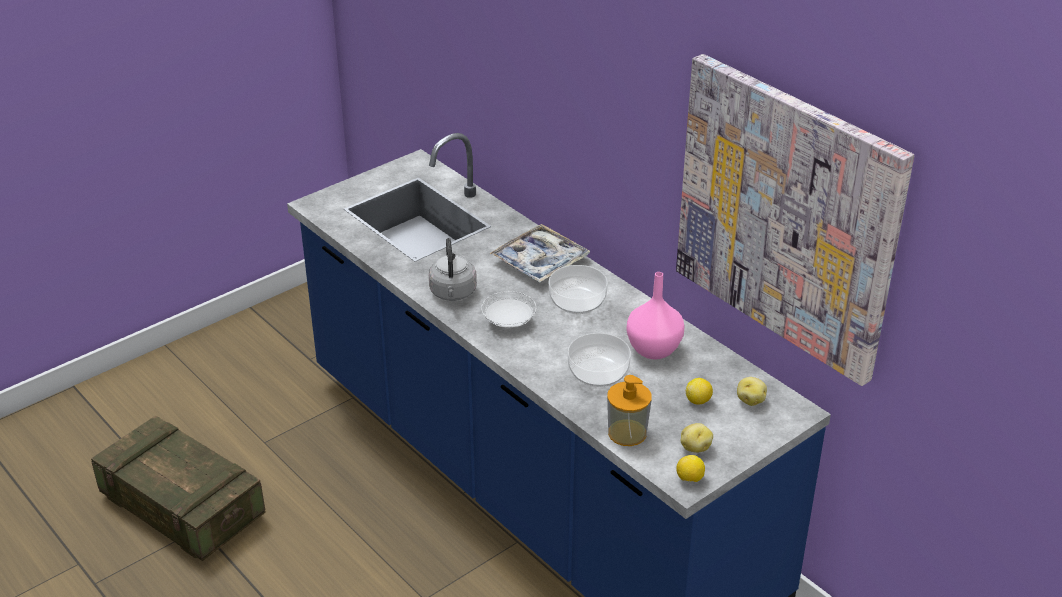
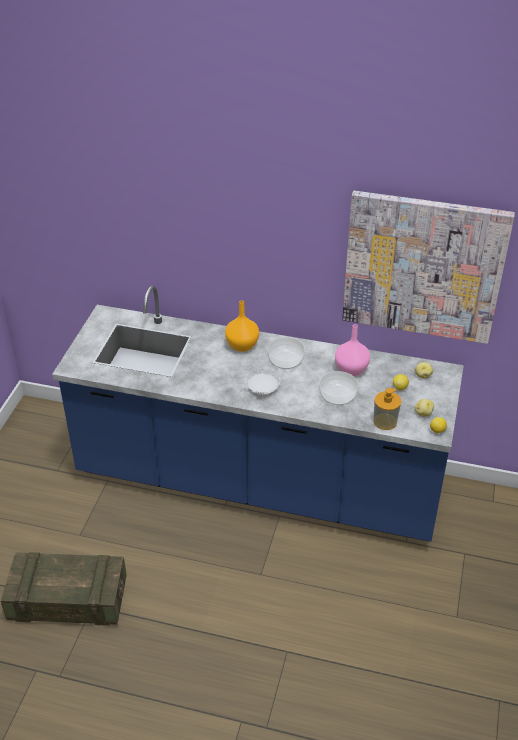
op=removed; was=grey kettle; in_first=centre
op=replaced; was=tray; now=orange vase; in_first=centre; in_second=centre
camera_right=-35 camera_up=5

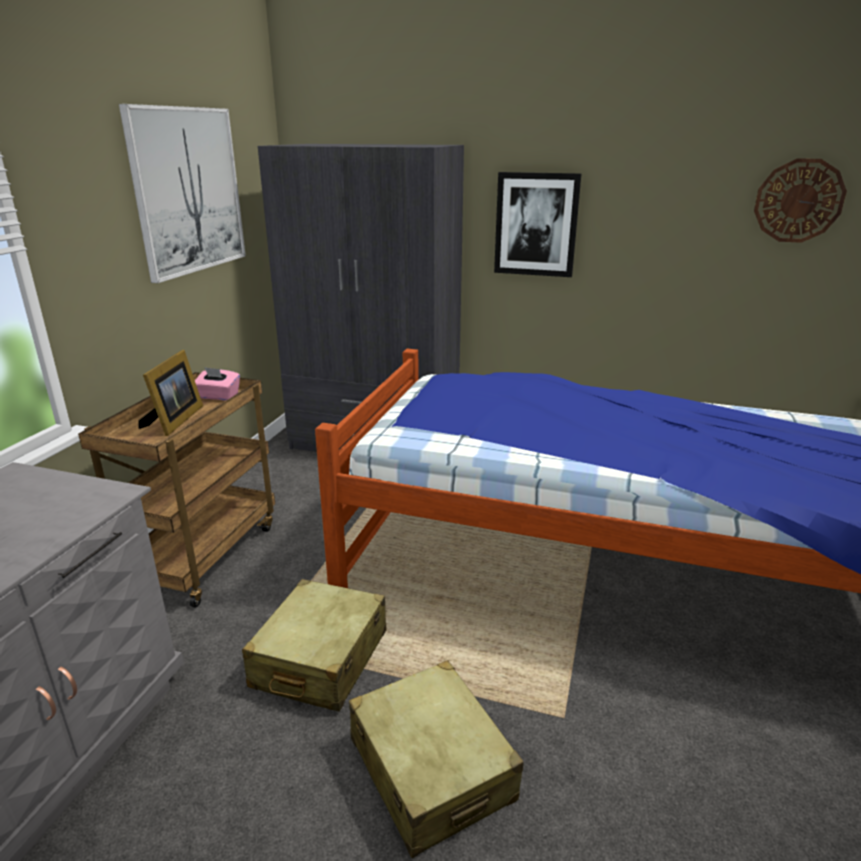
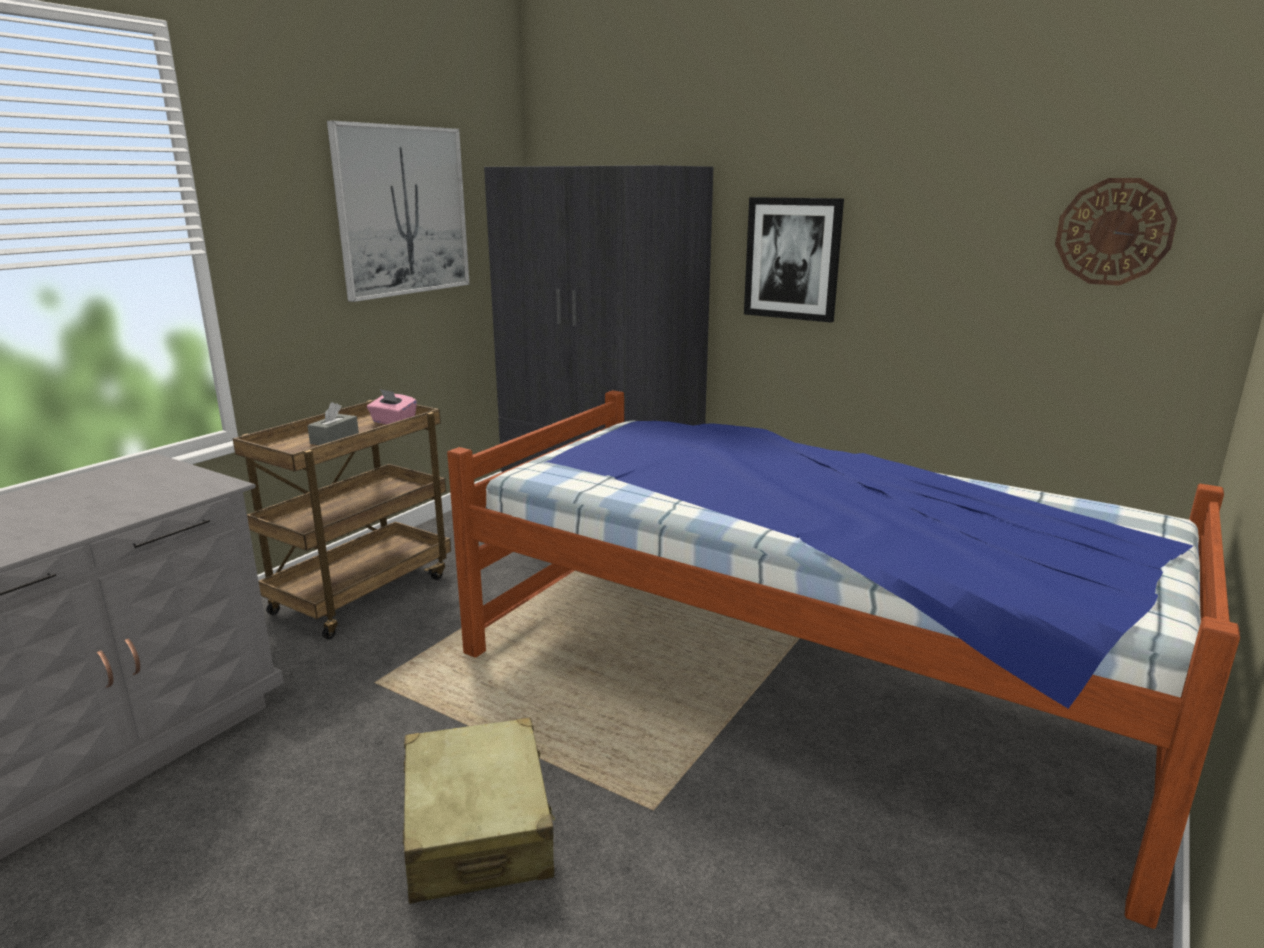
op=replaced; was=picture frame; now=grey tissue box; in_first=middle left; in_second=middle left
op=removed; was=beige suitcase (1st from left); in_first=bottom centre
camera_right=15 camera_up=-5

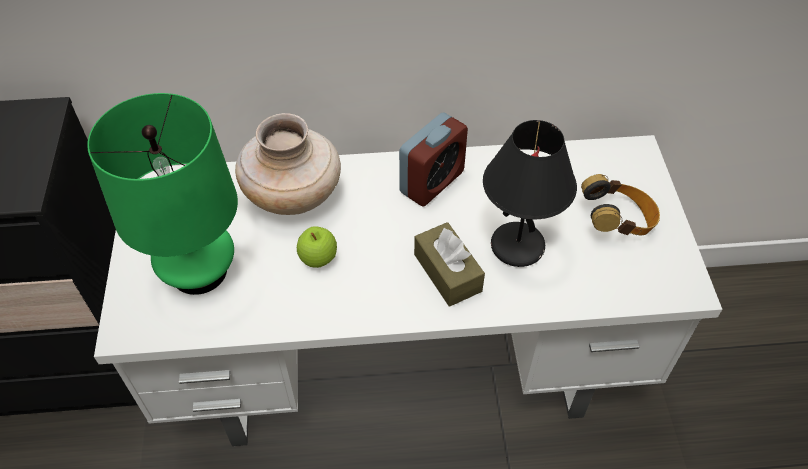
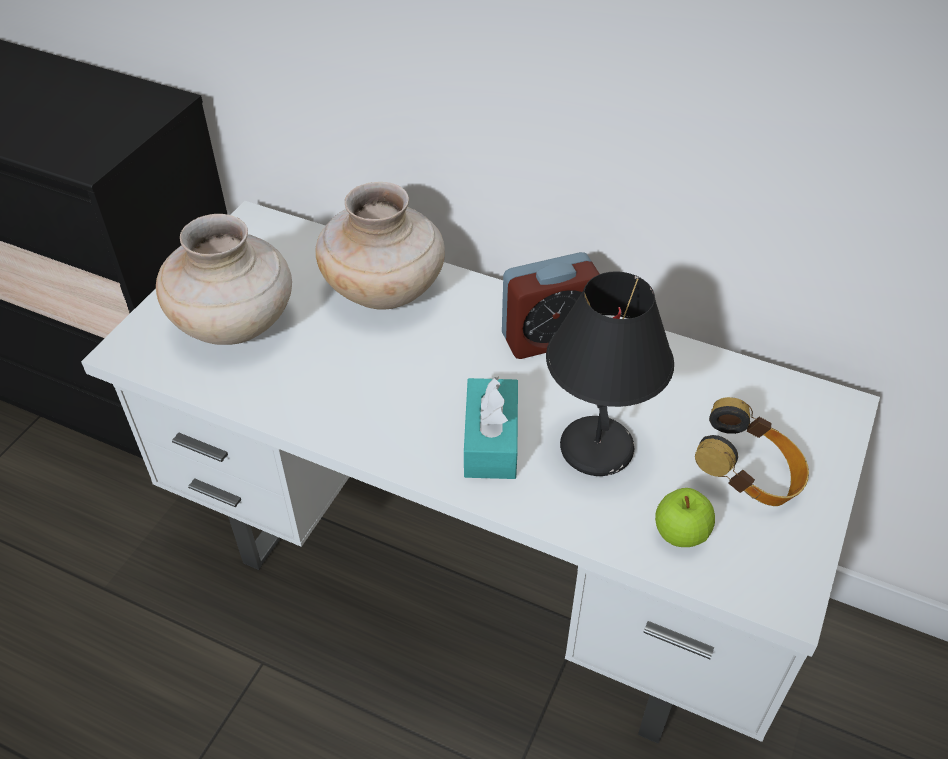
op=replaced; was=green table lamp; now=beige vase (1st from left); in_first=middle left; in_second=middle left
op=moved; was=apple; in_first=centre; in_second=bottom right
op=recoloured; was=brown tissue box; now=turquoise tissue box; in_first=centre; in_second=centre
camera_right=30 camera_up=-5

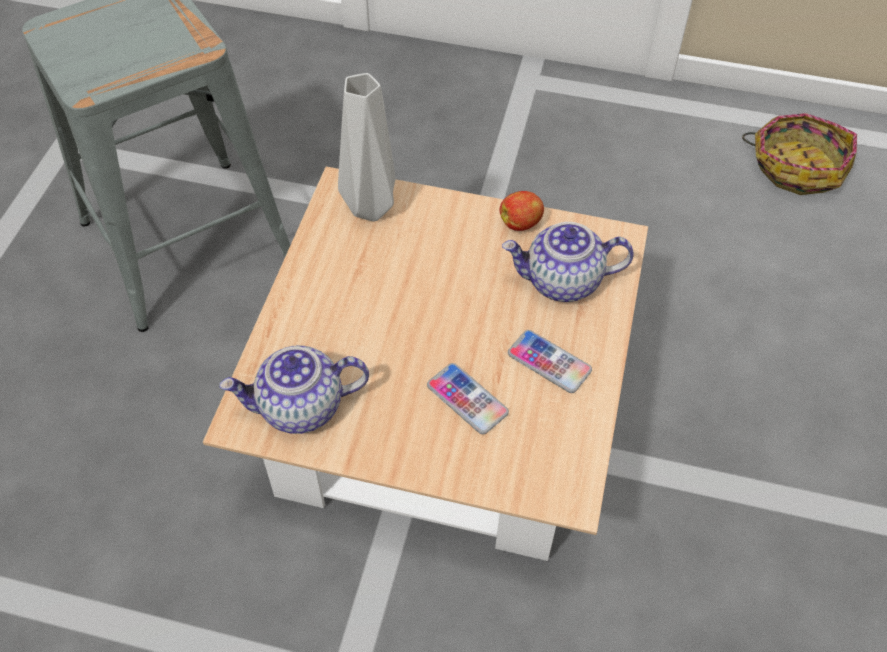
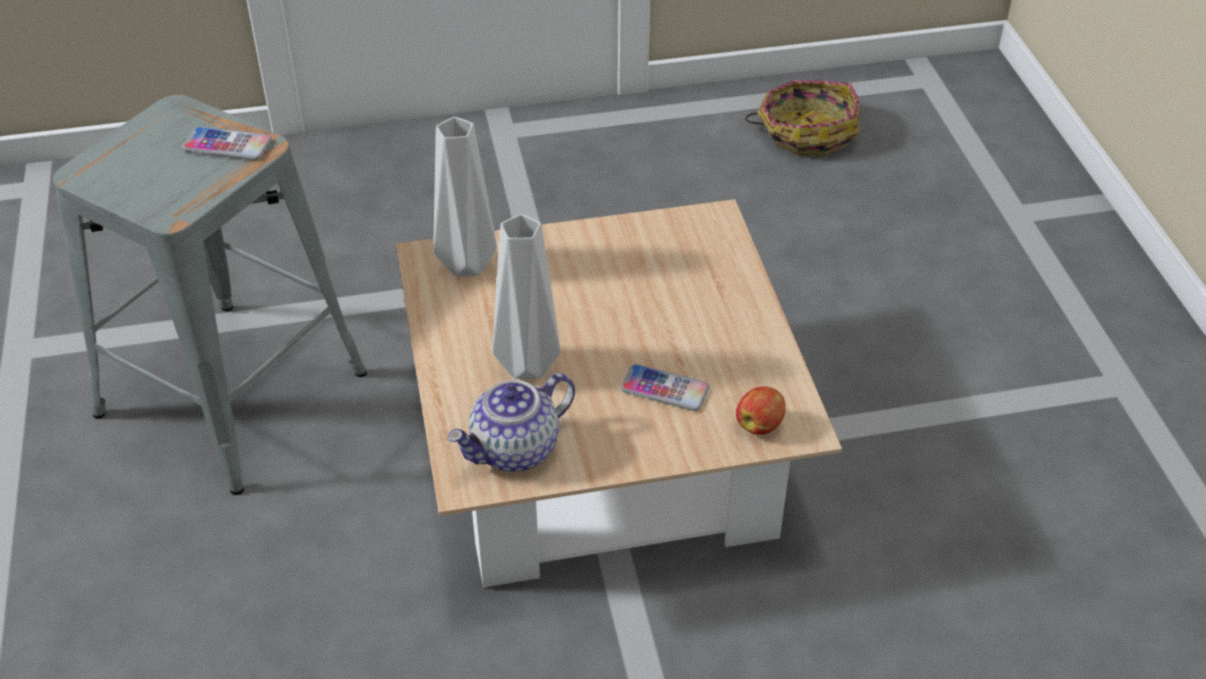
op=moved; was=apple; in_first=top centre; in_second=centre
op=removed; was=teapot (2nd from left); in_first=centre
op=moved; was=phone (2nd from left in the first image); now=phone (1st from left); in_first=centre; in_second=top left
op=added; now=grey vase (2nd from left); in_second=centre
camera_right=-25 camera_up=-10

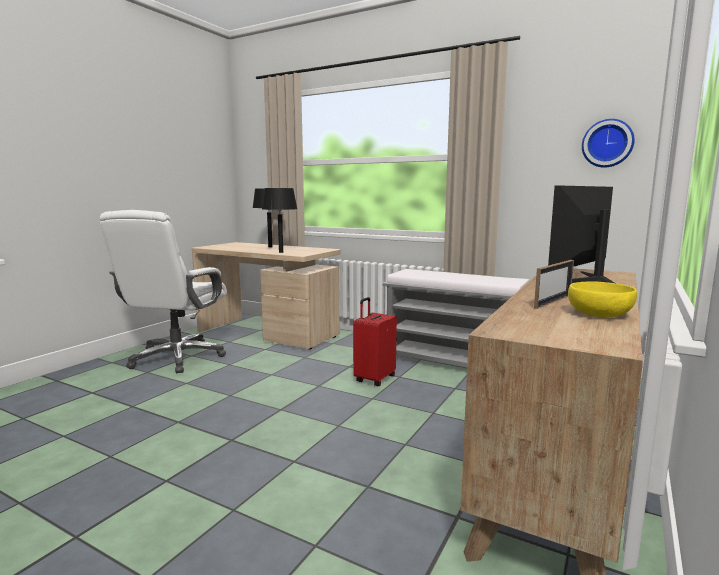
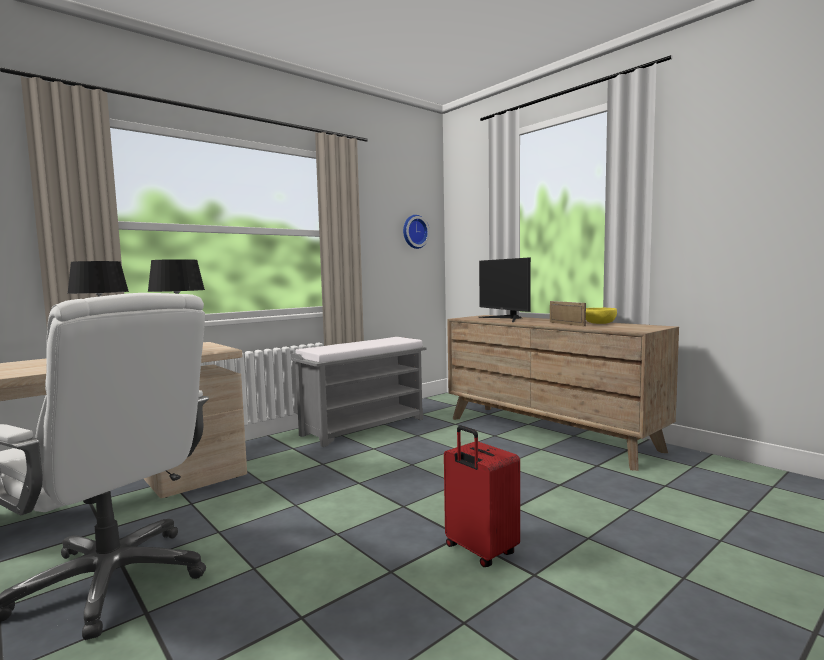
op=moved; was=red suitcase; in_first=centre; in_second=bottom centre
camera_right=-70 camera_up=-5

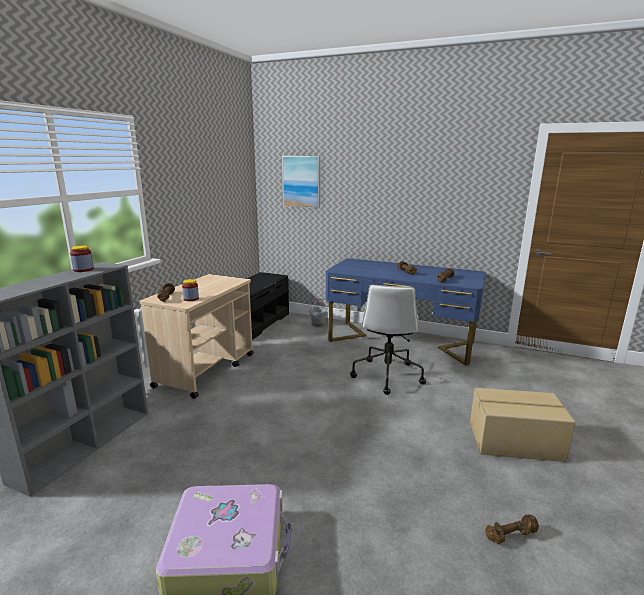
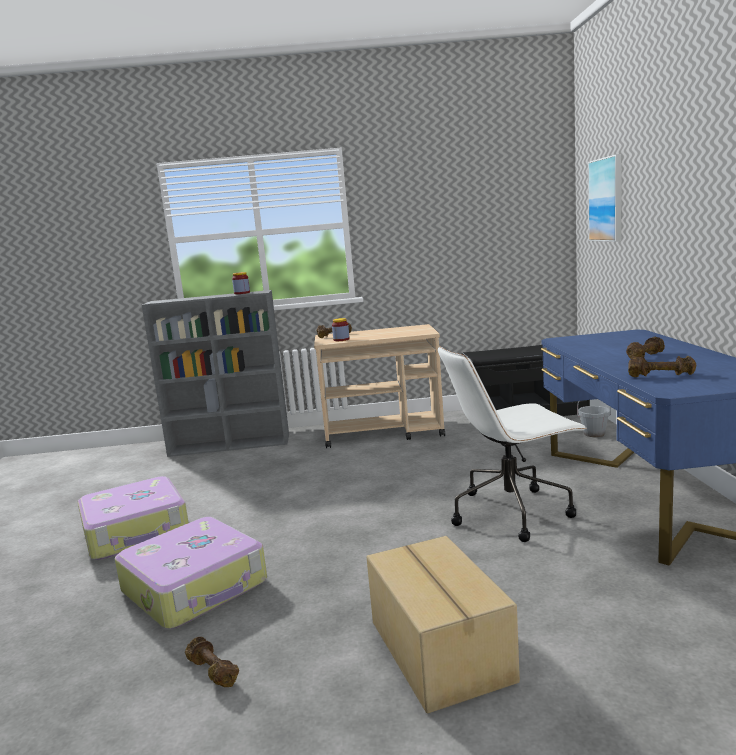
op=added; now=suitcase (2nd from left); in_second=bottom left
camera_right=65 camera_up=-5

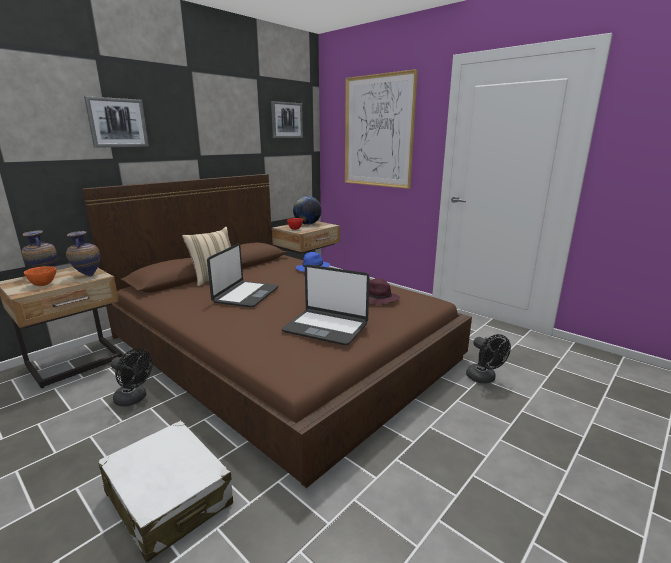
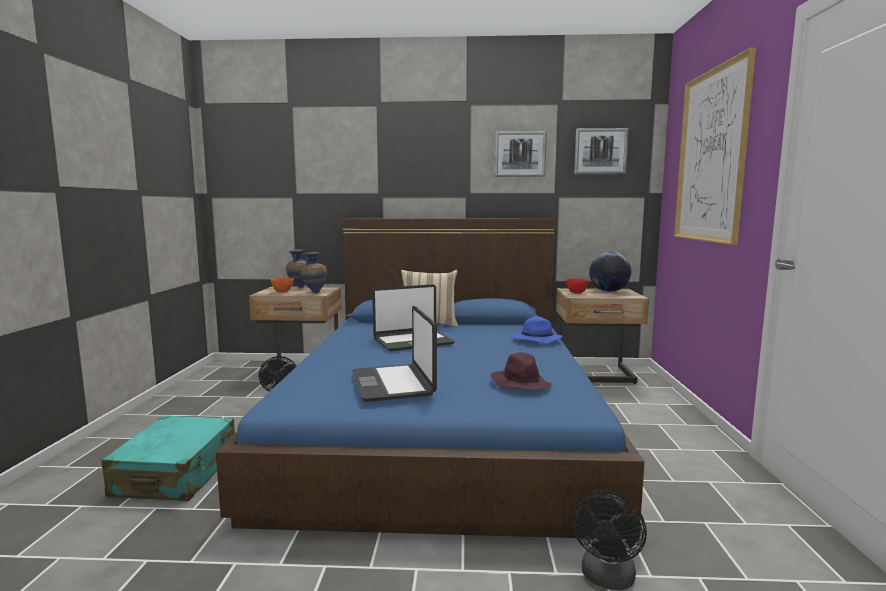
op=recoloured; was=brown bed; now=blue bed; in_first=centre; in_second=centre
op=moved; was=picture (1st from left); in_first=top left; in_second=top centre
op=recoloured; was=white suitcase; now=turquoise suitcase; in_first=bottom left; in_second=bottom left
camera_right=50 camera_up=-10

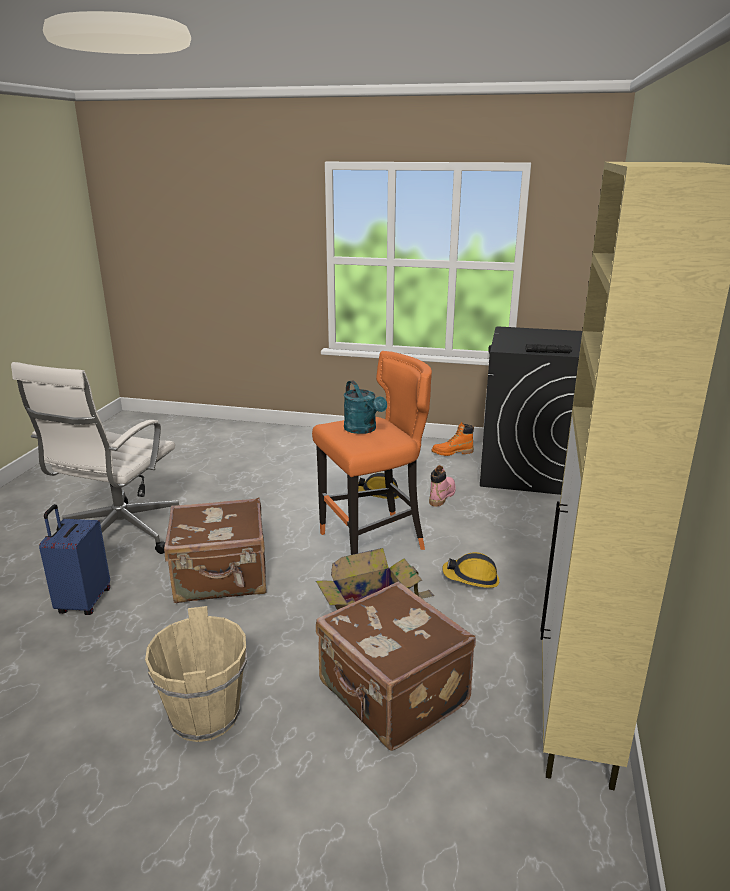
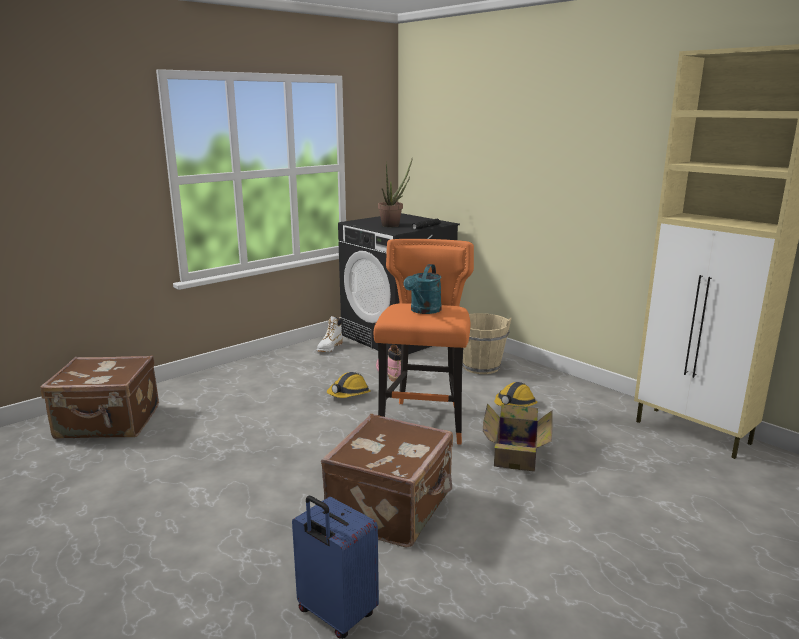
op=removed; was=white office chair; in_first=middle left
op=moved; was=beige bucket; in_first=bottom left; in_second=centre
op=moved; was=brown suitcase (2nd from left in the first image); now=brown suitcase (1st from left); in_first=bottom centre; in_second=middle left
op=turned; was=turquoise watering can; in_first=centre; in_second=centre; clockwise=105
op=recoloured; was=orange boot; now=white boot; in_first=centre; in_second=centre
op=added; now=potted plant; in_second=top centre
camera_right=-55 camera_up=-5

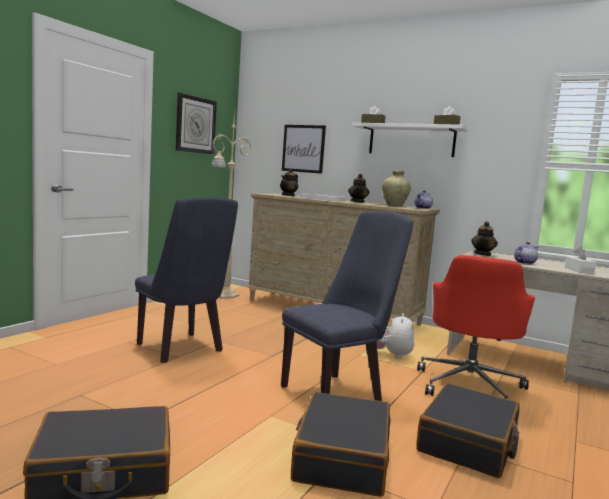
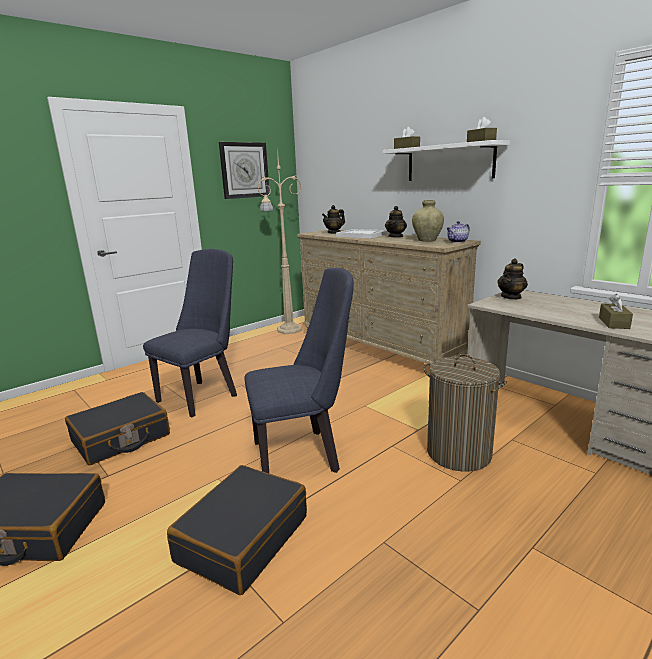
op=turned; was=blue chair (1st from left); in_first=middle left; in_second=middle left; clockwise=-120
op=removed; was=picture; in_first=top centre
op=removed; was=plush toy; in_first=bottom centre
op=moved; was=black suitcase (3rd from left in the first image); now=black suitcase (2nd from left); in_first=bottom right; in_second=middle left
op=replaced; was=red office chair; now=laundry basket; in_first=middle right; in_second=middle right
op=removed; was=teapot (5th from left); in_first=middle right
op=recoloured; was=white tissue box; now=brown tissue box (3rd from left); in_first=middle right; in_second=middle right
camera_right=20 camera_up=10

